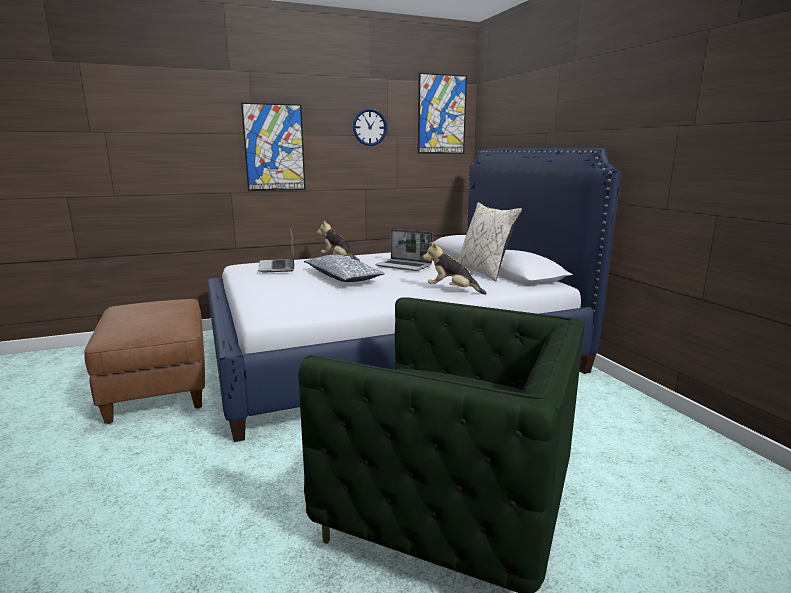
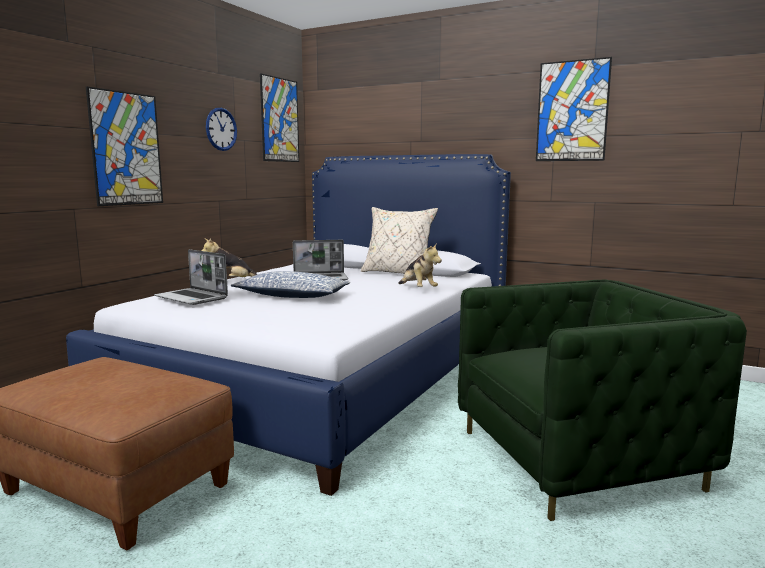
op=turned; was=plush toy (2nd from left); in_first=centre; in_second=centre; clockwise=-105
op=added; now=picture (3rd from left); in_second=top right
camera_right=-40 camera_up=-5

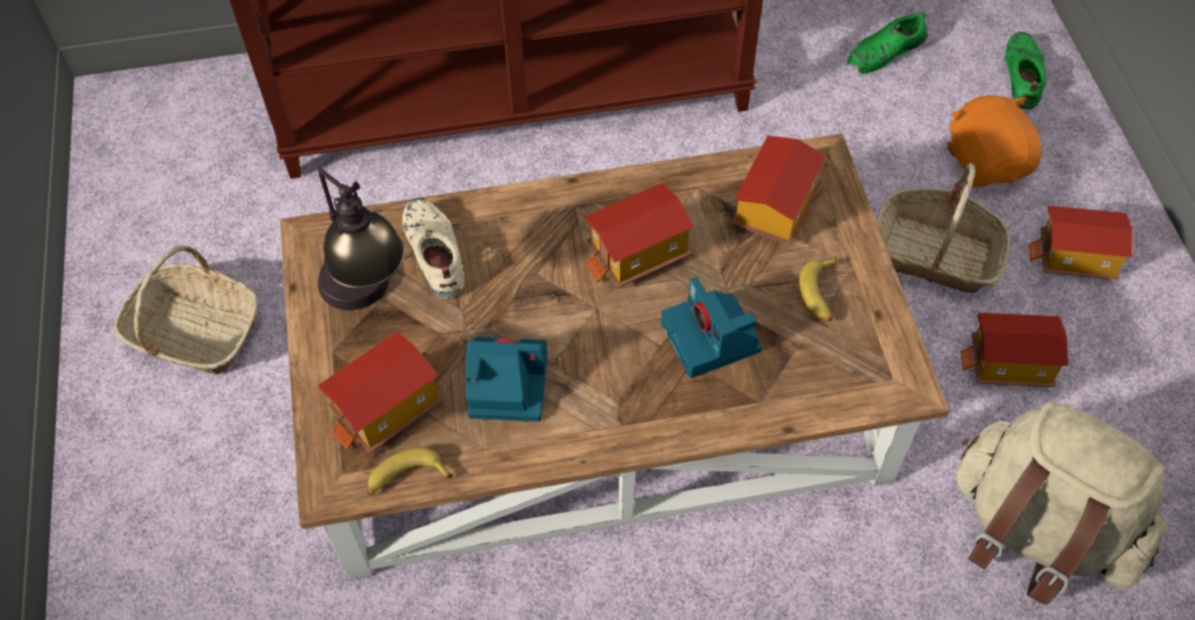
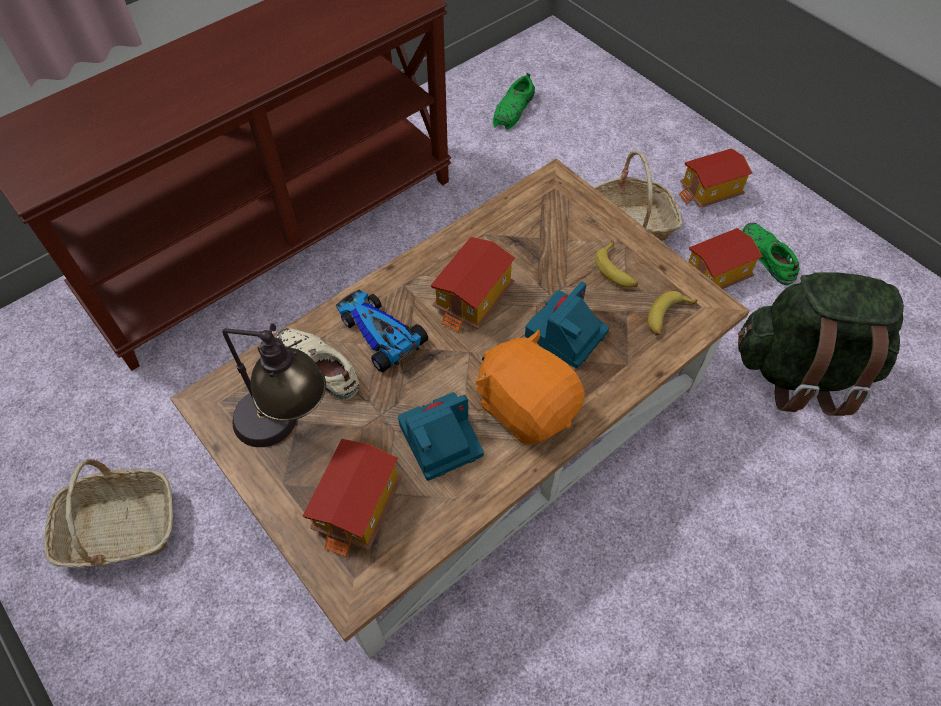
op=moved; was=banana (1st from left in the first image); now=banana (2nd from left); in_first=bottom centre; in_second=middle right
op=turned; was=photo camera (2nd from left); in_first=centre; in_second=centre; clockwise=90
op=removed; was=toy house (3rd from left); in_first=top centre
op=moved; was=orange plush toy; in_first=top right; in_second=centre
op=recoloured; was=beige backpack; now=green backpack; in_first=bottom right; in_second=middle right
op=moved; was=green shoe (2nd from left); in_first=top right; in_second=middle right
op=added; now=toy car; in_second=centre
camera_right=-30 camera_up=0

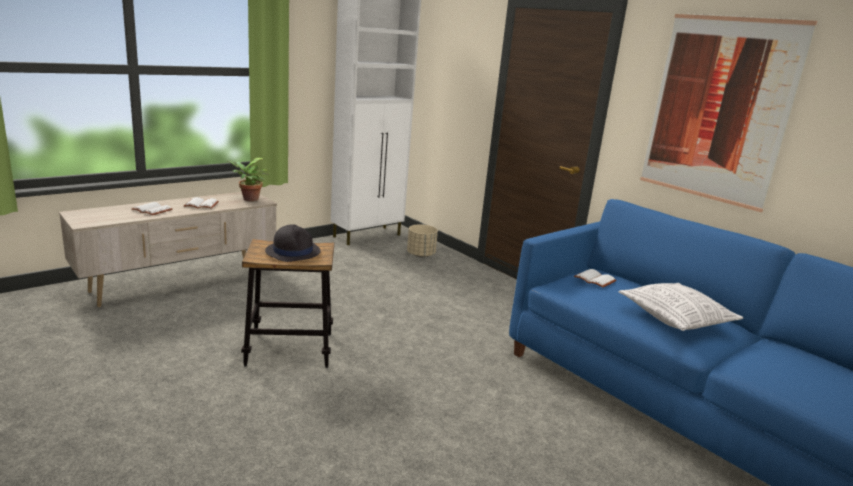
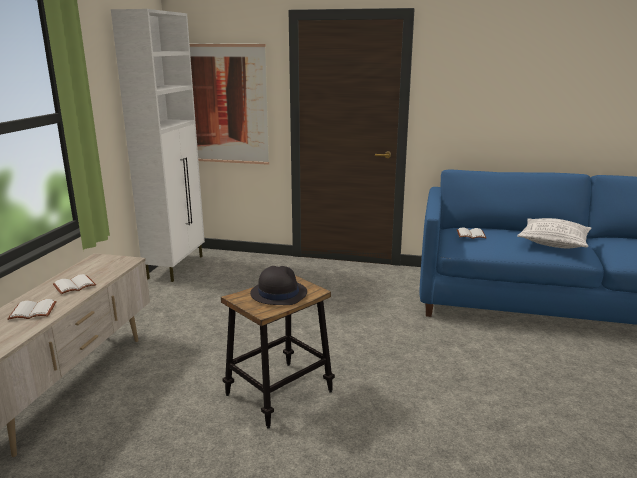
op=removed; was=potted plant; in_first=middle left
op=removed; was=beige planter; in_first=centre
op=moved; was=picture; in_first=top right; in_second=top centre
camera_right=-35 camera_up=0

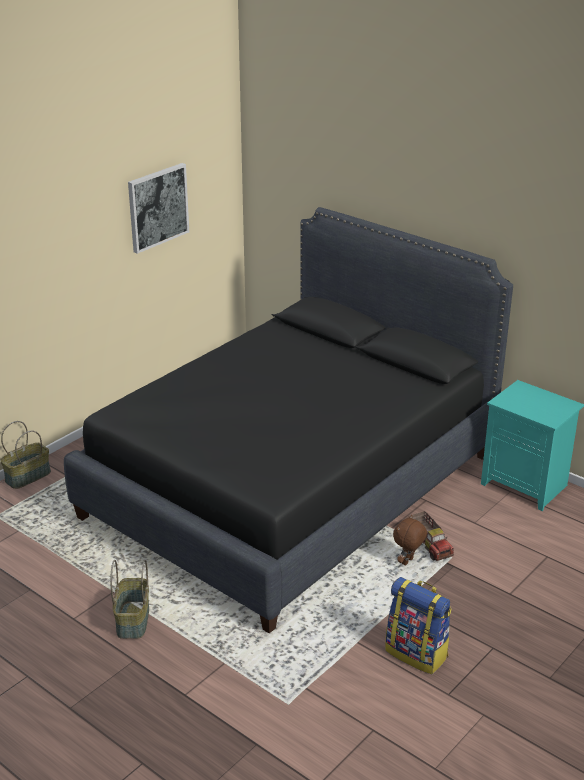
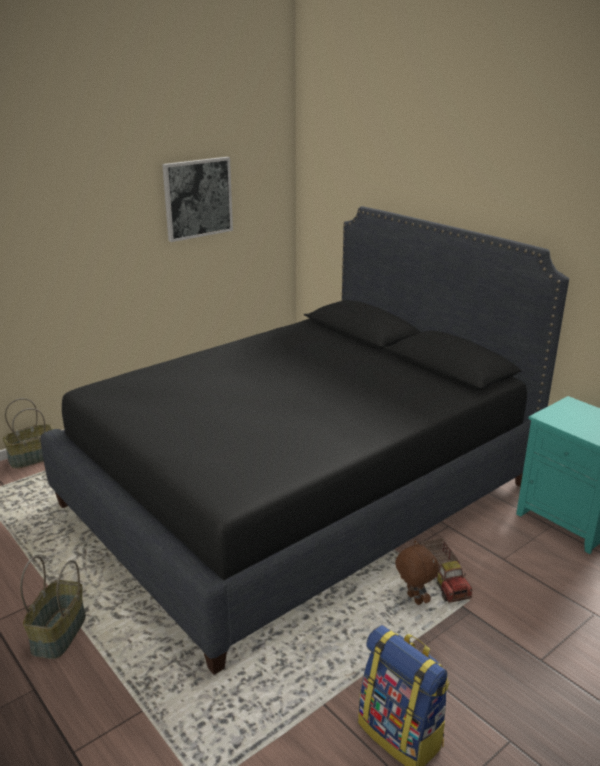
op=turned; was=brown plush toy; in_first=bottom right; in_second=bottom right; clockwise=105
camera_right=10 camera_up=-5

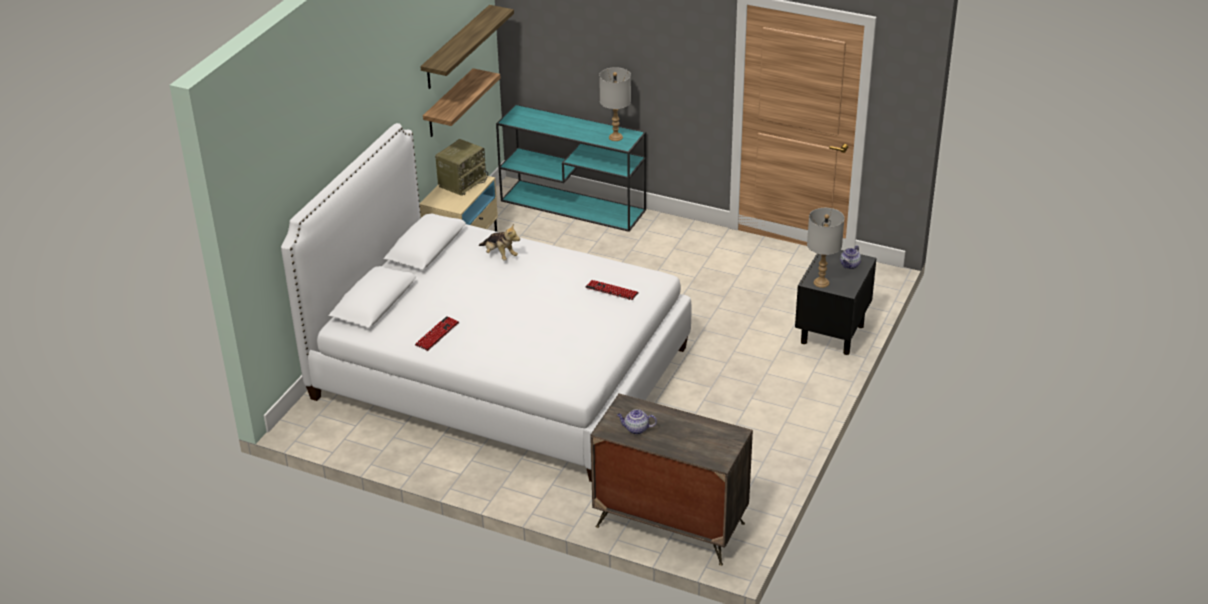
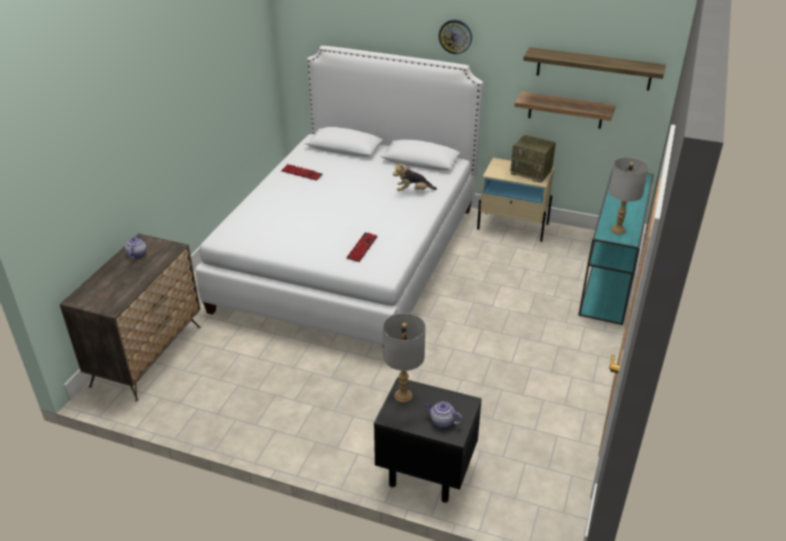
op=turned; was=plush toy; in_first=centre; in_second=top centre; clockwise=45
op=added; now=wall clock; in_second=top centre
camera_right=85 camera_up=0

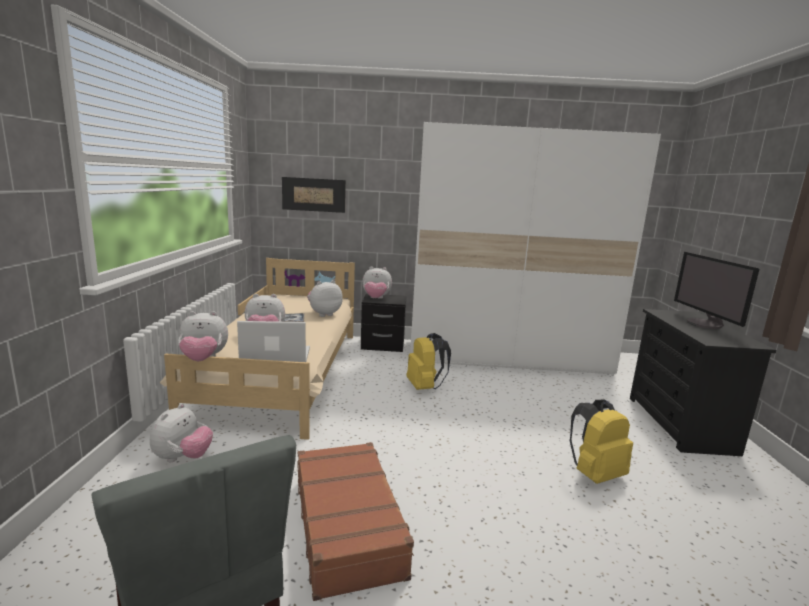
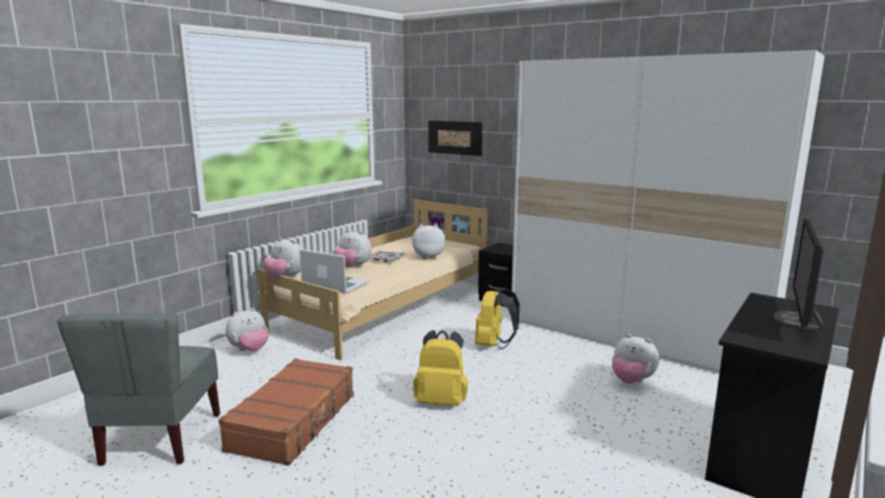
op=moved; was=plush toy (5th from left); in_first=centre; in_second=bottom right
op=moved; was=yellow backpack (2nd from left in the first image); now=yellow backpack (1st from left); in_first=bottom right; in_second=bottom centre
camera_right=35 camera_up=0

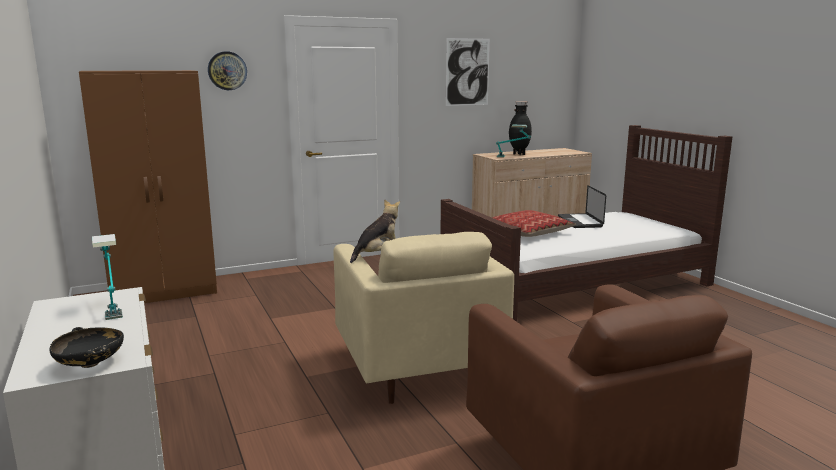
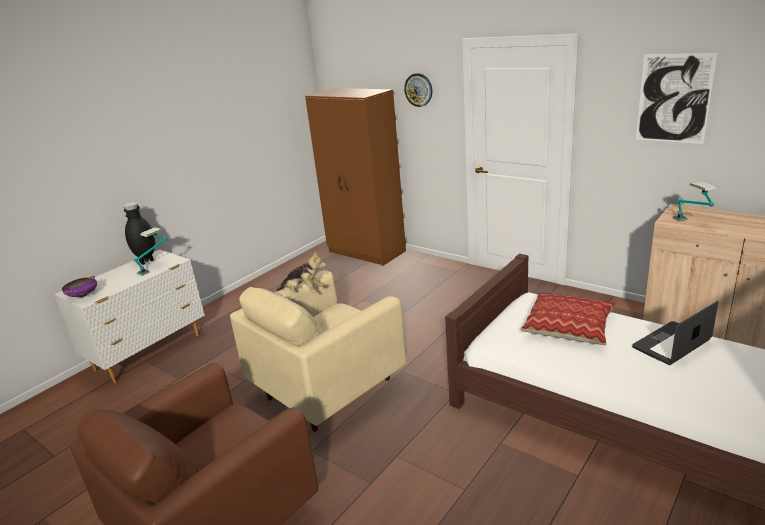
op=recoloured; was=black bowl; now=purple bowl; in_first=bottom left; in_second=middle left
op=moved; was=black vase; in_first=top centre; in_second=middle left
camera_right=65 camera_up=10

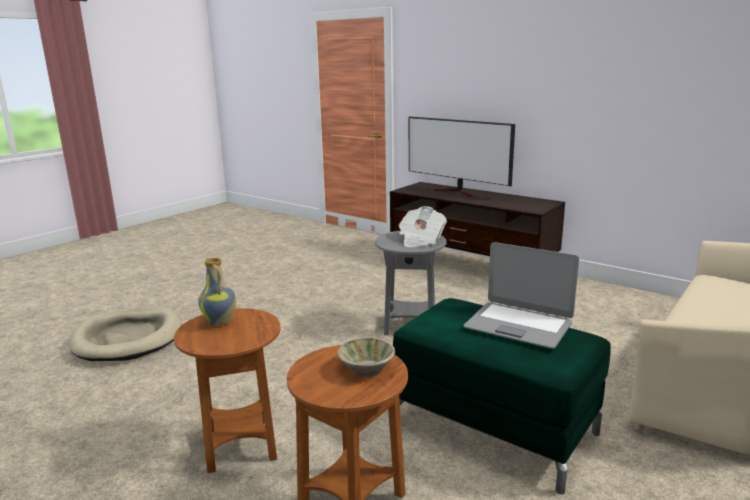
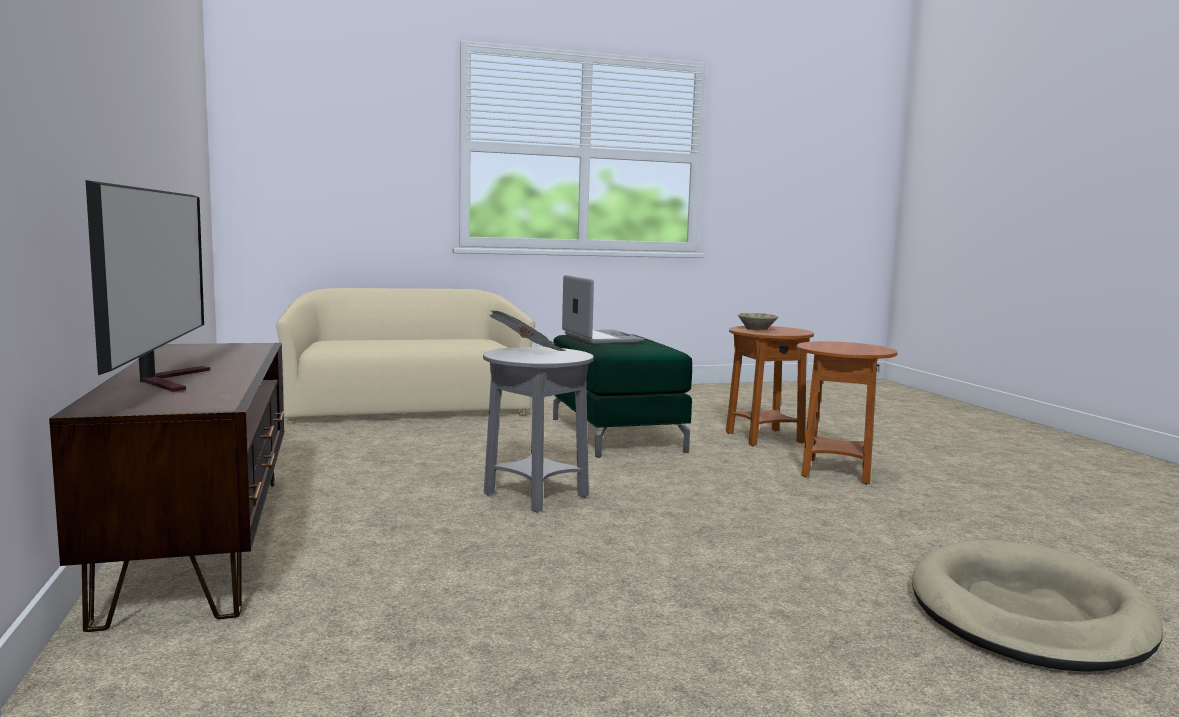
op=removed; was=vase; in_first=middle left
camera_right=-145 camera_up=-10

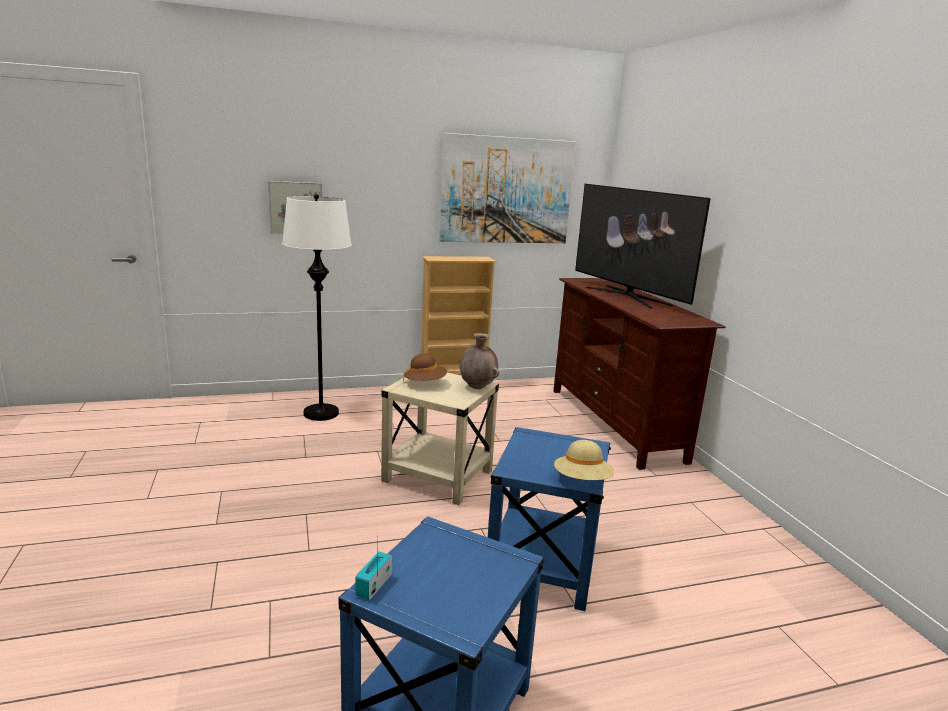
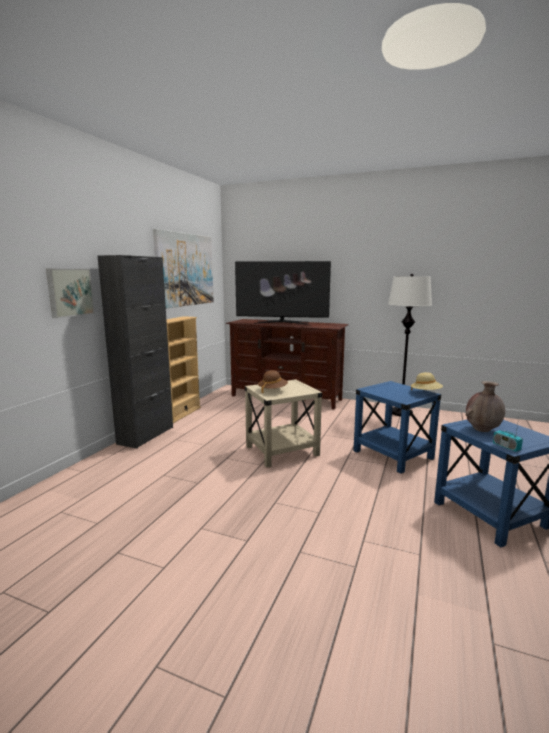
op=moved; was=white floor lamp; in_first=centre; in_second=middle right
op=moved; was=brown vase; in_first=centre; in_second=middle right
op=added; now=black cabinet; in_second=middle left
camera_right=-50 camera_up=-5

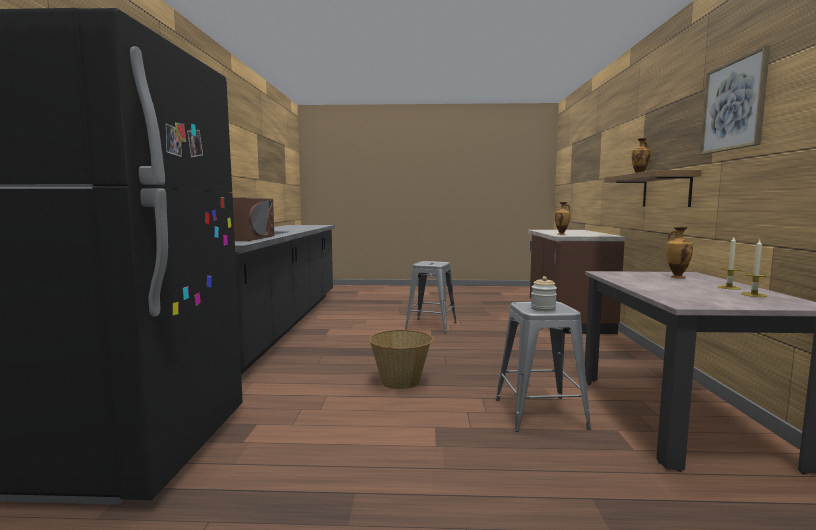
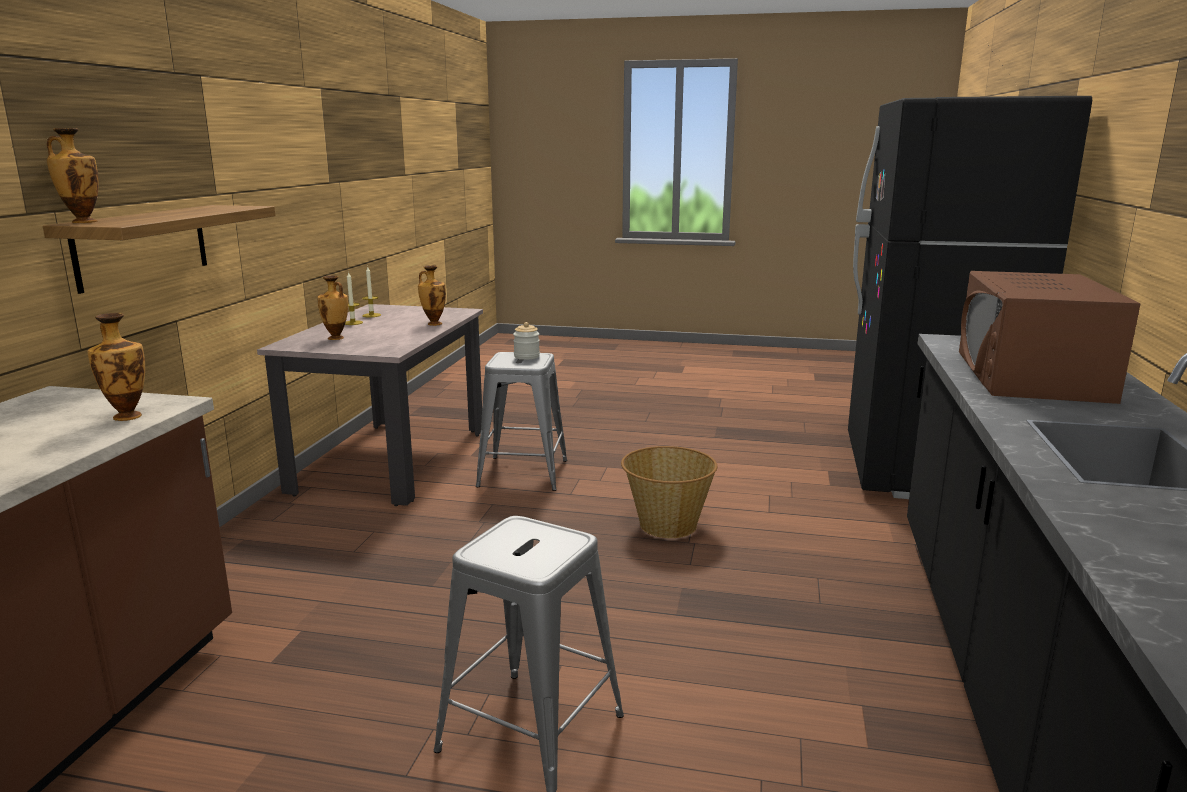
op=removed; was=picture; in_first=top right
op=added; now=vase (4th from left); in_second=centre
camera_right=-170 camera_up=10

